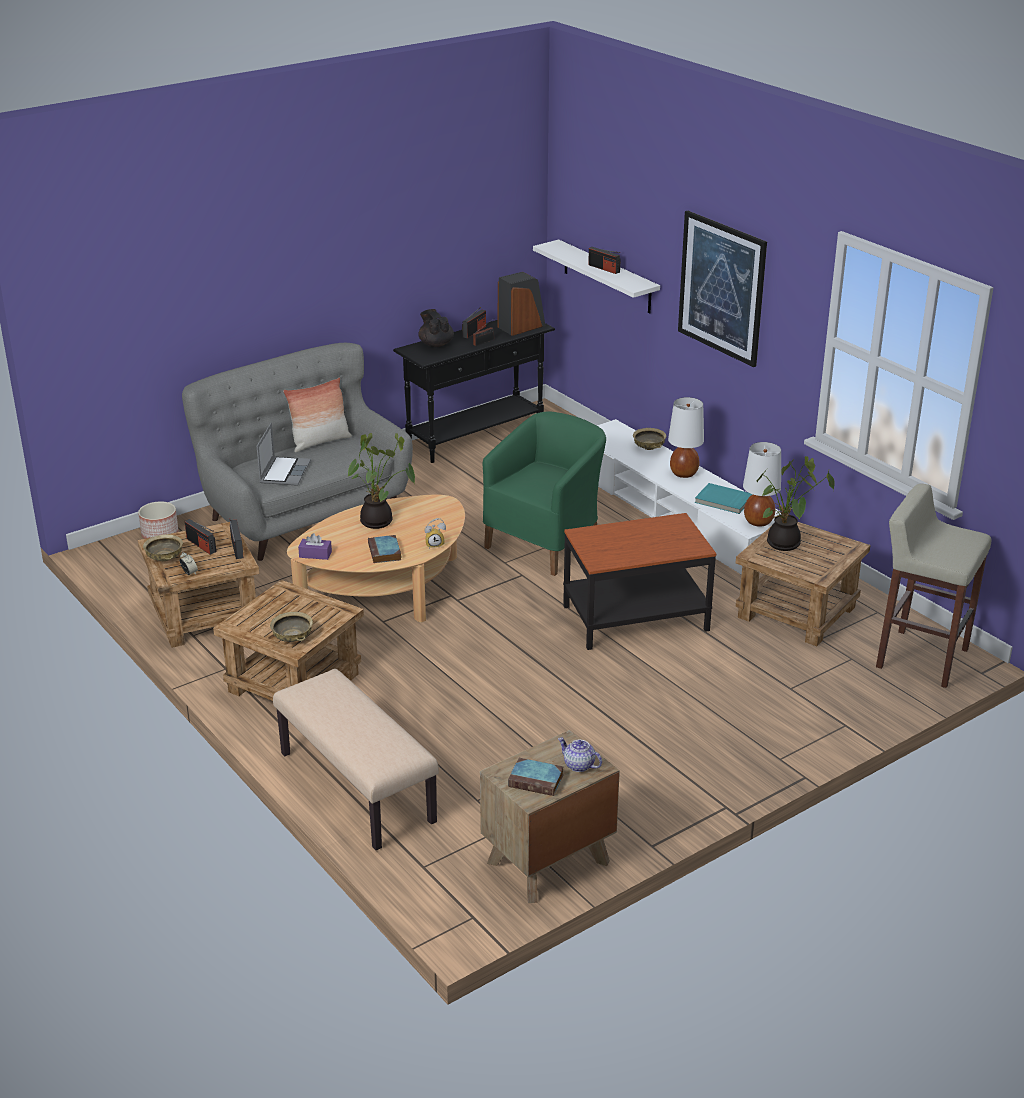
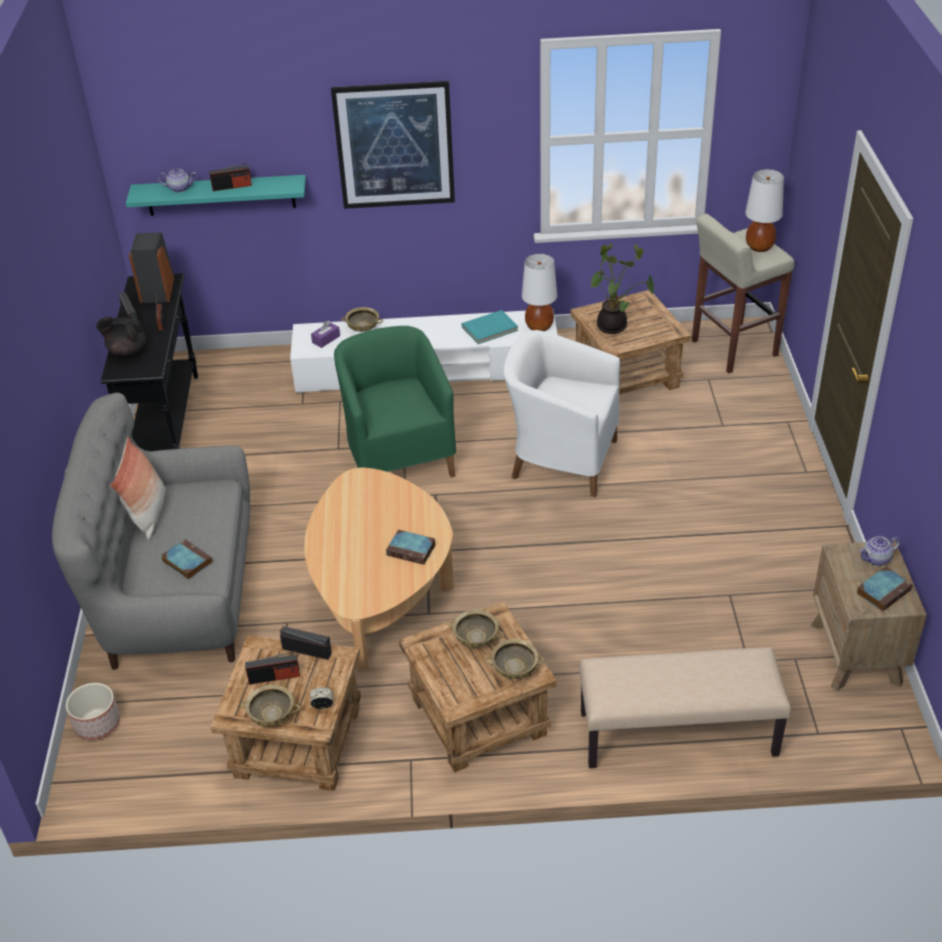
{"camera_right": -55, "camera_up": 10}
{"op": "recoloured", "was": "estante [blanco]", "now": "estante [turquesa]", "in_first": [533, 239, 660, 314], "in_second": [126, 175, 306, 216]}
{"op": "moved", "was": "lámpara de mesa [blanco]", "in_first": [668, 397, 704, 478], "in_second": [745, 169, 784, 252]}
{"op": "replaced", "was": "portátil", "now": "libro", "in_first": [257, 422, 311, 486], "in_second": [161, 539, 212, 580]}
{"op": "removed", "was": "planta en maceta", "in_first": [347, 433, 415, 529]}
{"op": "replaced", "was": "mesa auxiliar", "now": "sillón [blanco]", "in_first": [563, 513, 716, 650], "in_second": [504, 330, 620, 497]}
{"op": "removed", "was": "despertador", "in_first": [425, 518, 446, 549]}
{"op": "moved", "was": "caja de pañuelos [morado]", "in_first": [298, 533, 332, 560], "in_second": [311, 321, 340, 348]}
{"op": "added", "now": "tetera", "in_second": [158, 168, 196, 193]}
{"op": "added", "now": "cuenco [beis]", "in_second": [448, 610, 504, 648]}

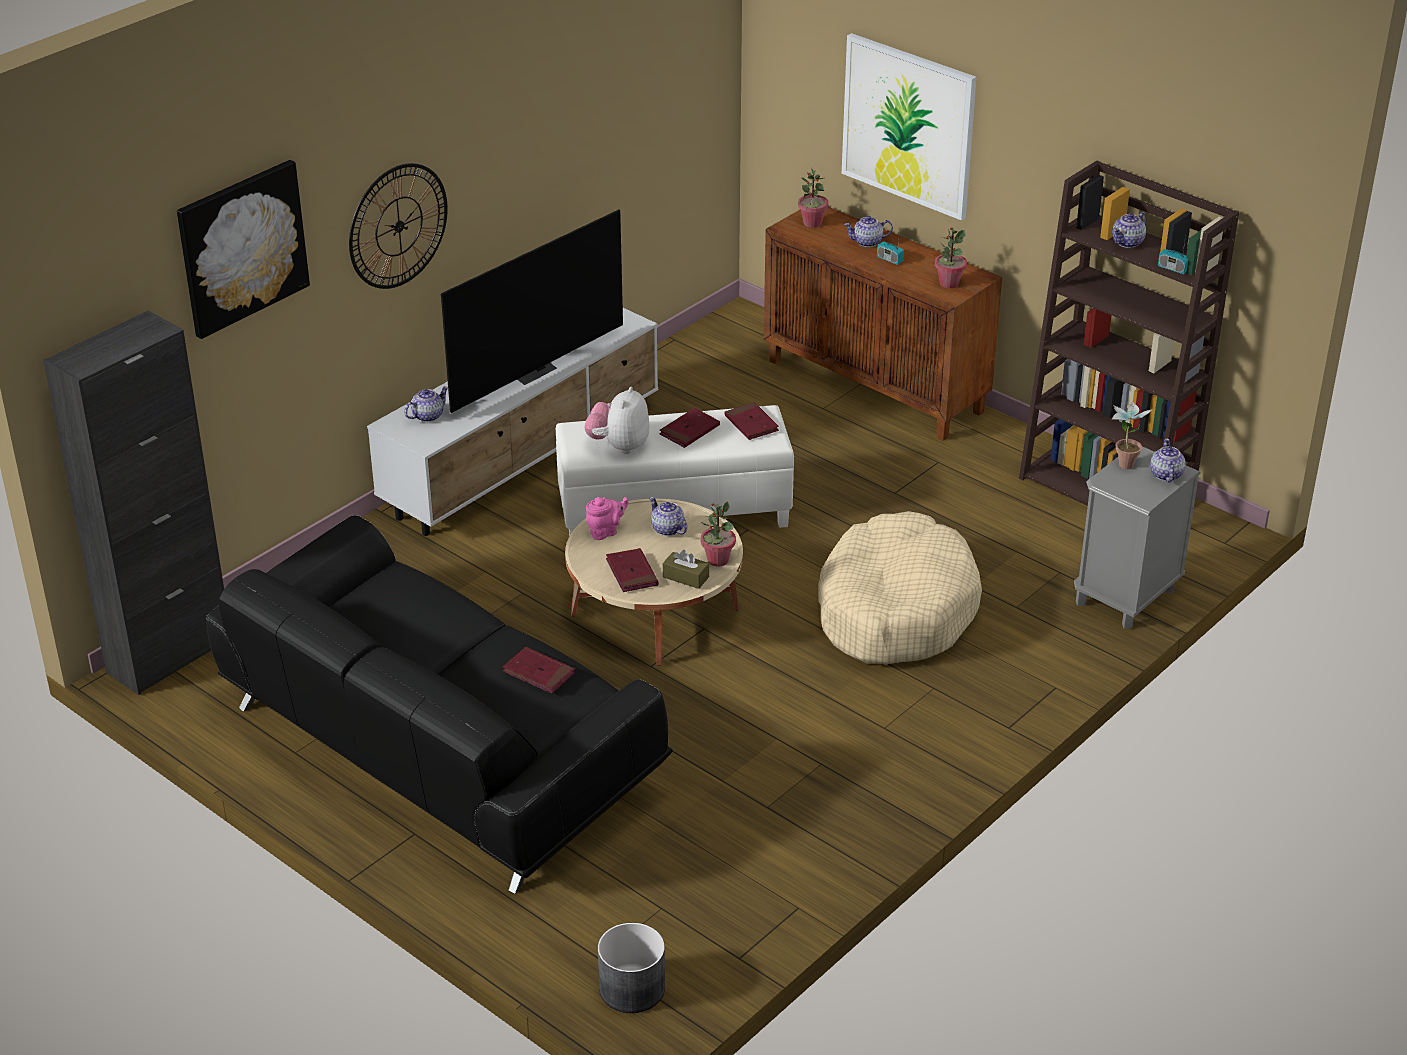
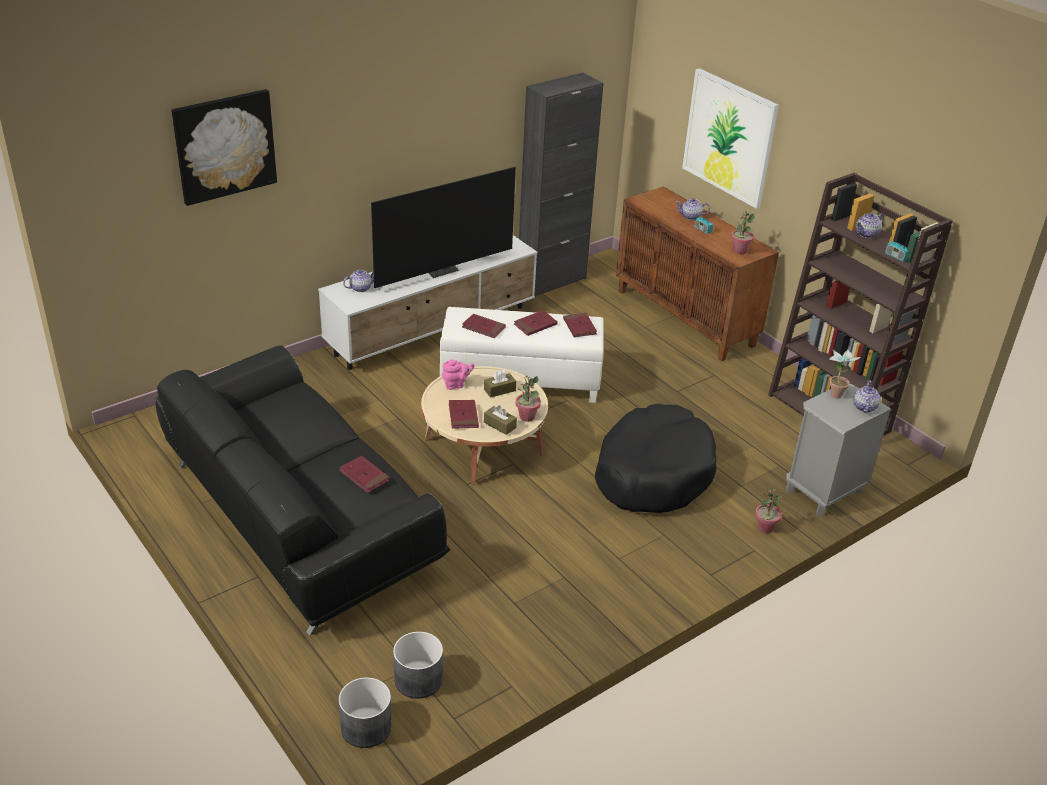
{"camera_right": 10, "camera_up": 0}
{"op": "removed", "was": "reloj de pared", "in_first": [349, 163, 448, 289]}
{"op": "moved", "was": "planta en maceta", "in_first": [798, 168, 829, 228], "in_second": [755, 487, 782, 533]}
{"op": "moved", "was": "armario [negro]", "in_first": [43, 311, 224, 695], "in_second": [519, 73, 603, 297]}
{"op": "replaced", "was": "peluche", "now": "libro [rojo]", "in_first": [584, 387, 650, 454], "in_second": [462, 314, 506, 338]}
{"op": "replaced", "was": "tetera", "now": "caja de pañuelos [marrón]", "in_first": [649, 497, 687, 536], "in_second": [484, 370, 516, 398]}
{"op": "recoloured", "was": "cama para perro [beis]", "now": "cama para perro [negro]", "in_first": [818, 511, 982, 664], "in_second": [595, 404, 717, 513]}
{"op": "added", "now": "maceta [gris]", "in_second": [393, 631, 443, 699]}

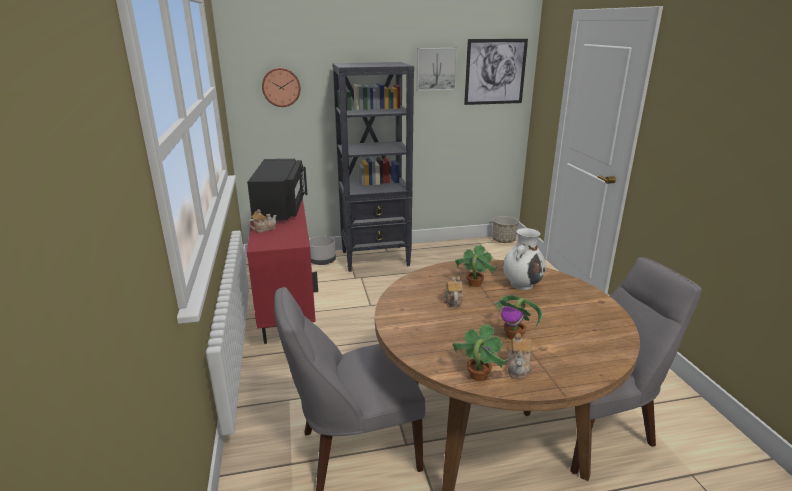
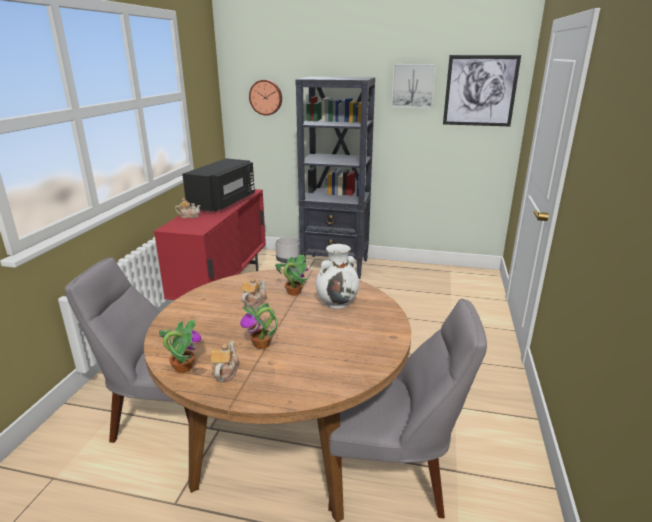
{"camera_right": 25, "camera_up": 0}
{"op": "removed", "was": "maceta", "in_first": [492, 216, 519, 243]}
{"op": "turned", "was": "tetera", "in_first": [508, 333, 532, 379], "in_second": [211, 341, 239, 382], "clockwise": 150}

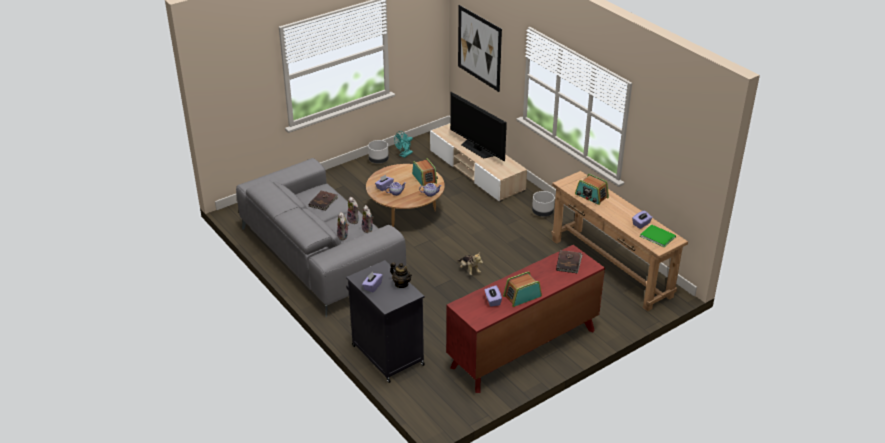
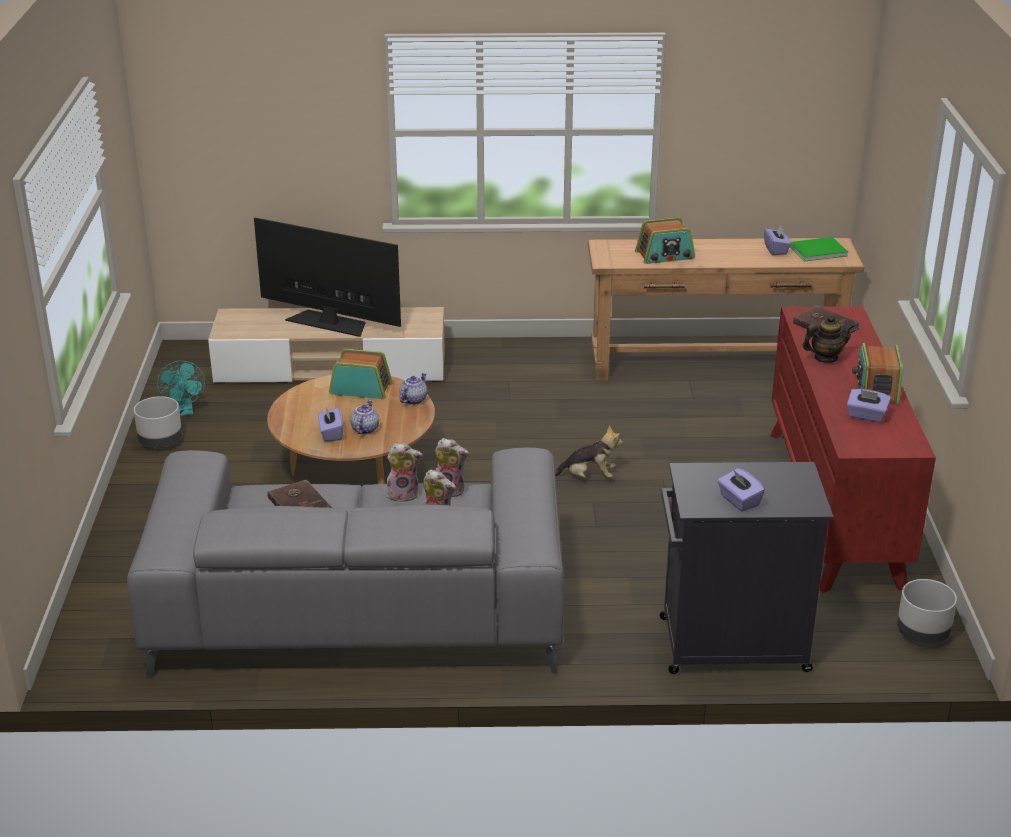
{"camera_right": -55, "camera_up": -5}
{"op": "removed", "was": "cuadro", "in_first": [458, 5, 502, 92]}
{"op": "turned", "was": "televisor", "in_first": [450, 92, 507, 161], "in_second": [254, 218, 401, 337], "clockwise": -150}
{"op": "moved", "was": "maceta [gris]", "in_first": [532, 191, 555, 217], "in_second": [897, 579, 957, 644]}
{"op": "moved", "was": "tetera", "in_first": [390, 262, 412, 288], "in_second": [802, 315, 854, 363]}

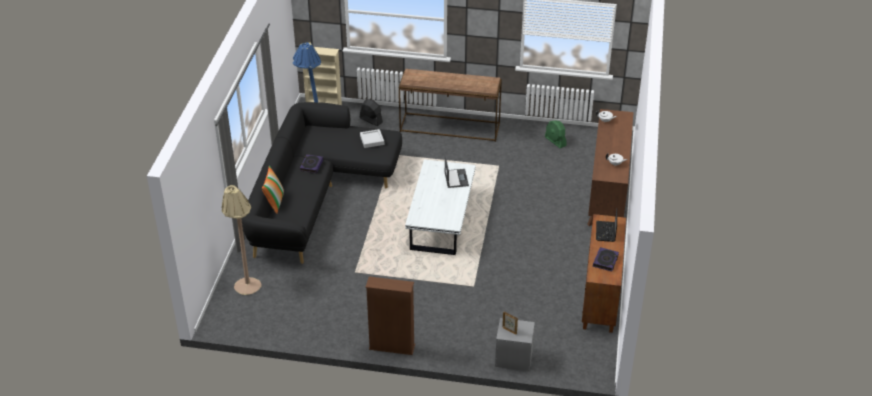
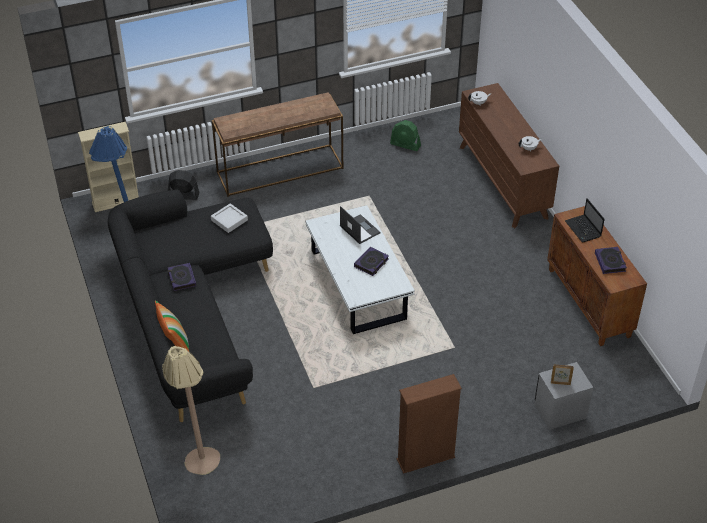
{"camera_right": -30, "camera_up": 5}
{"op": "added", "now": "libro", "in_second": [354, 247, 389, 276]}

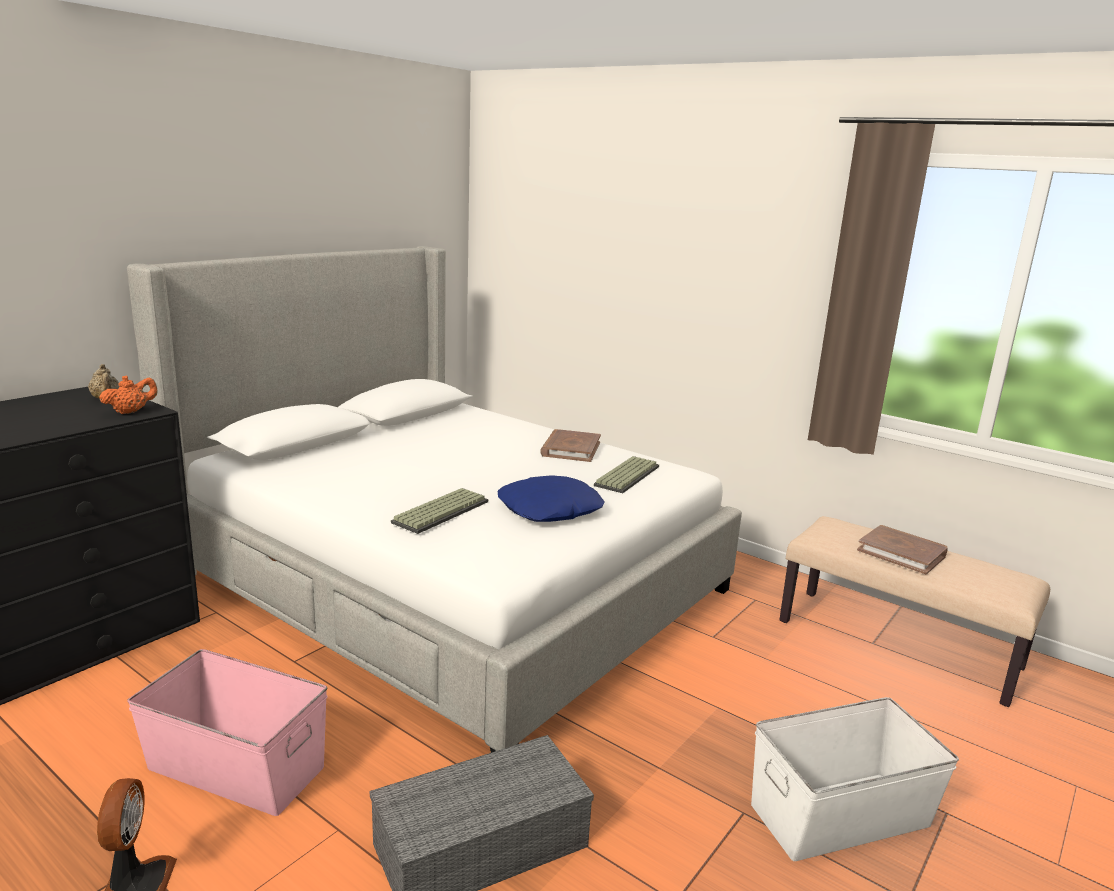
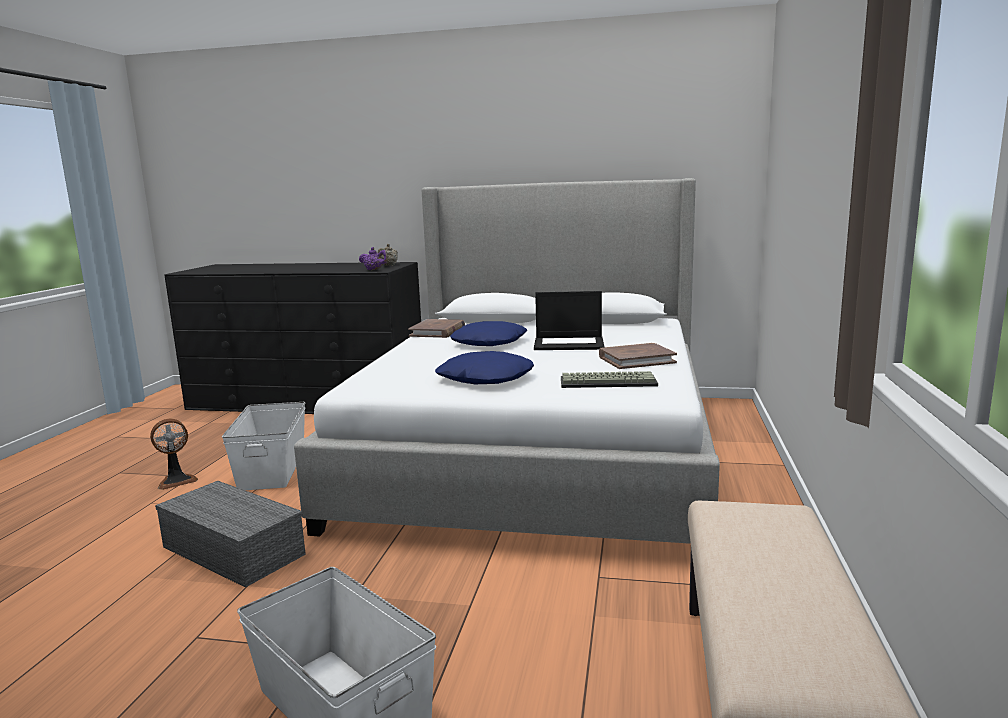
{"camera_right": 65, "camera_up": -5}
{"op": "recoloured", "was": "tetera [naranja]", "now": "tetera [morado]", "in_first": [99, 375, 158, 414], "in_second": [359, 247, 388, 270]}
{"op": "removed", "was": "teclado", "in_first": [391, 488, 488, 534]}
{"op": "moved", "was": "libro [marrón]", "in_first": [857, 525, 948, 574], "in_second": [408, 319, 465, 338]}
{"op": "recoloured", "was": "caja de almacenaje [rosa]", "now": "caja de almacenaje [blanco]", "in_first": [127, 649, 328, 816], "in_second": [222, 402, 305, 490]}
{"op": "added", "now": "portátil", "in_second": [534, 291, 605, 350]}
{"op": "added", "now": "cojín [azul]", "in_second": [450, 321, 528, 346]}

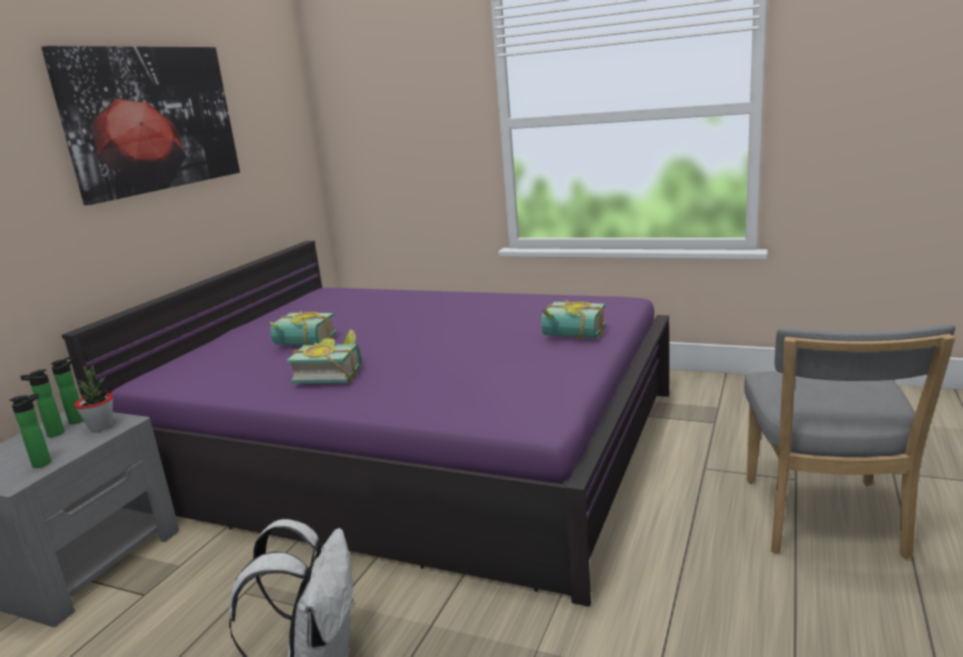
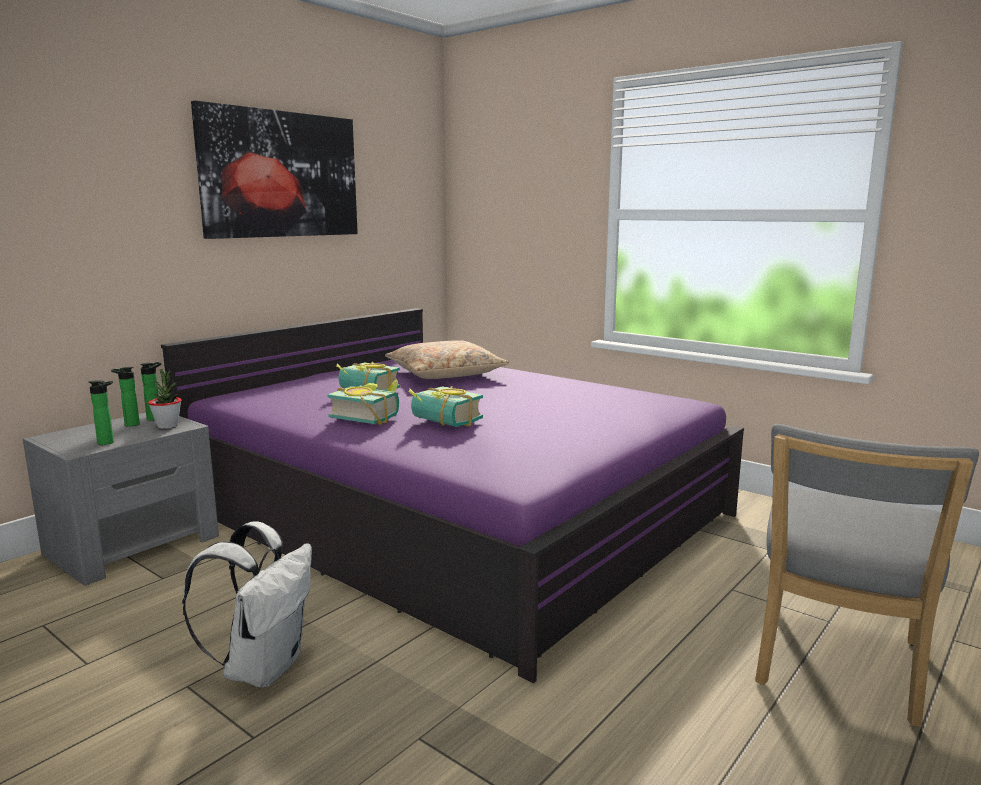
{"camera_right": 15, "camera_up": -5}
{"op": "moved", "was": "libro", "in_first": [541, 300, 606, 339], "in_second": [409, 386, 483, 427]}
{"op": "added", "now": "cojín [beis]", "in_second": [385, 340, 509, 379]}

